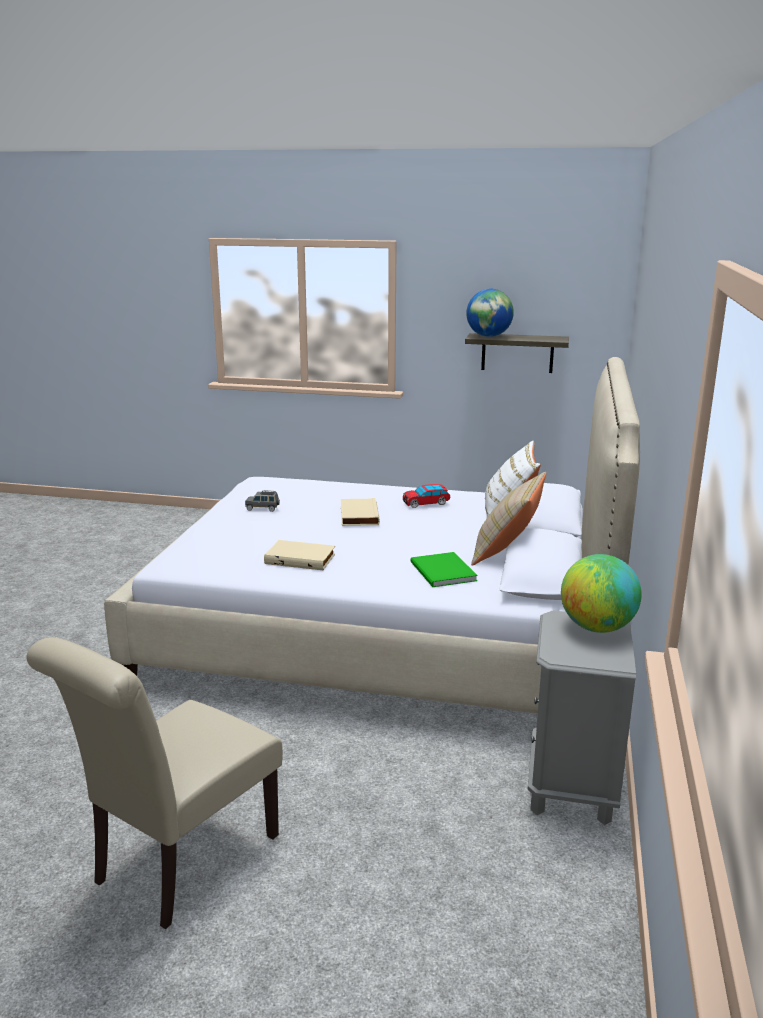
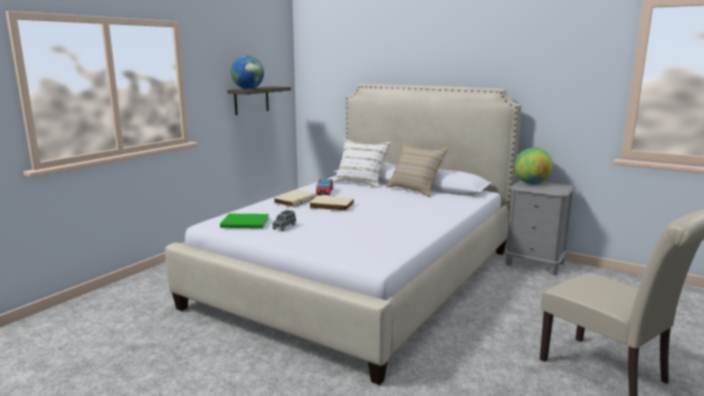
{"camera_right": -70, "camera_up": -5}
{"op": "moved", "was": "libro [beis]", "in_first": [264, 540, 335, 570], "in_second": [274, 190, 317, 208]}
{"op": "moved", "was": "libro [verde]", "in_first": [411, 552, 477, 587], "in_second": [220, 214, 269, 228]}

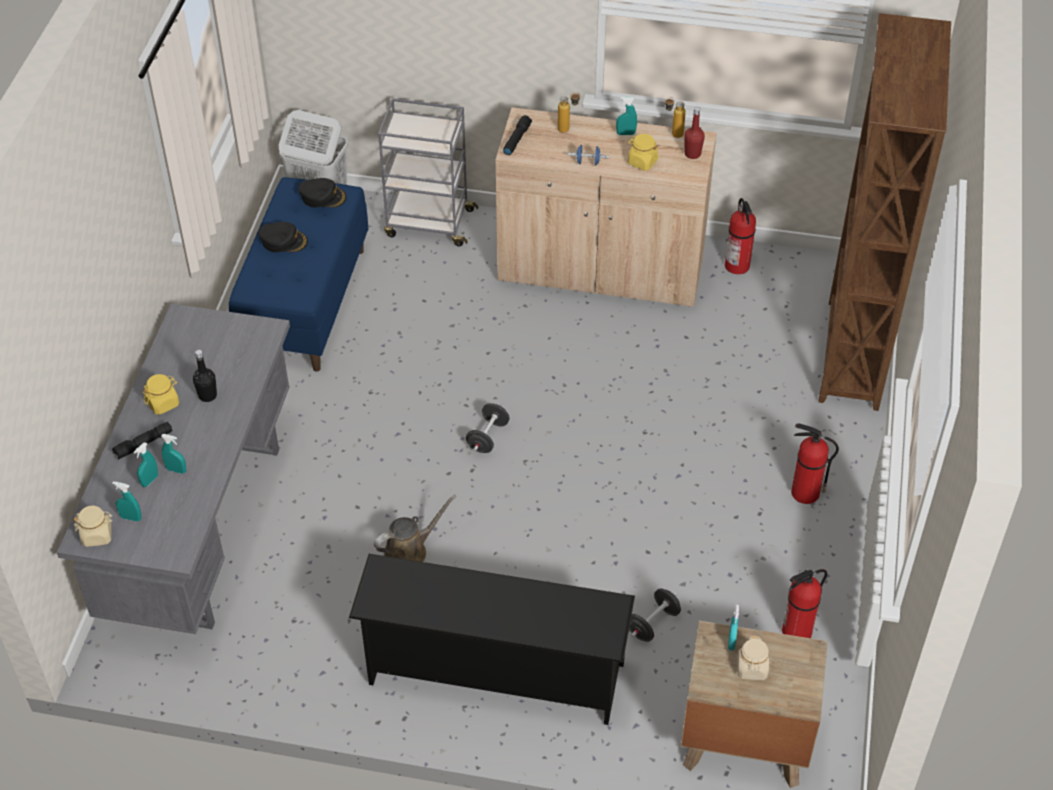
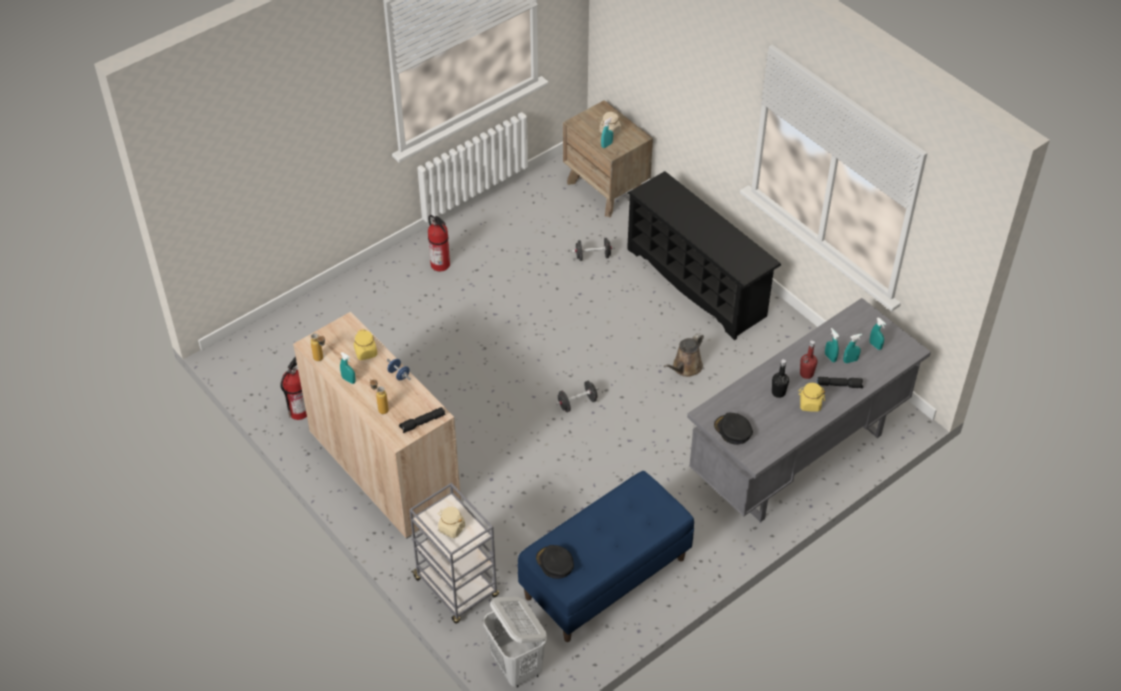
{"camera_right": -140, "camera_up": 0}
{"op": "removed", "was": "estantería [marrón]", "in_first": [818, 13, 951, 411]}
{"op": "moved", "was": "botella [rojo]", "in_first": [684, 107, 705, 159], "in_second": [800, 340, 817, 379]}
{"op": "moved", "was": "gorra [negro]", "in_first": [258, 222, 308, 253], "in_second": [714, 413, 753, 444]}
{"op": "turned", "was": "regadera [marrón]", "in_first": [374, 495, 456, 562], "in_second": [664, 333, 704, 377], "clockwise": -60}
{"op": "moved", "was": "tarro [beis]", "in_first": [73, 506, 112, 547], "in_second": [438, 507, 465, 538]}
{"op": "removed", "was": "extintor", "in_first": [782, 569, 827, 638]}

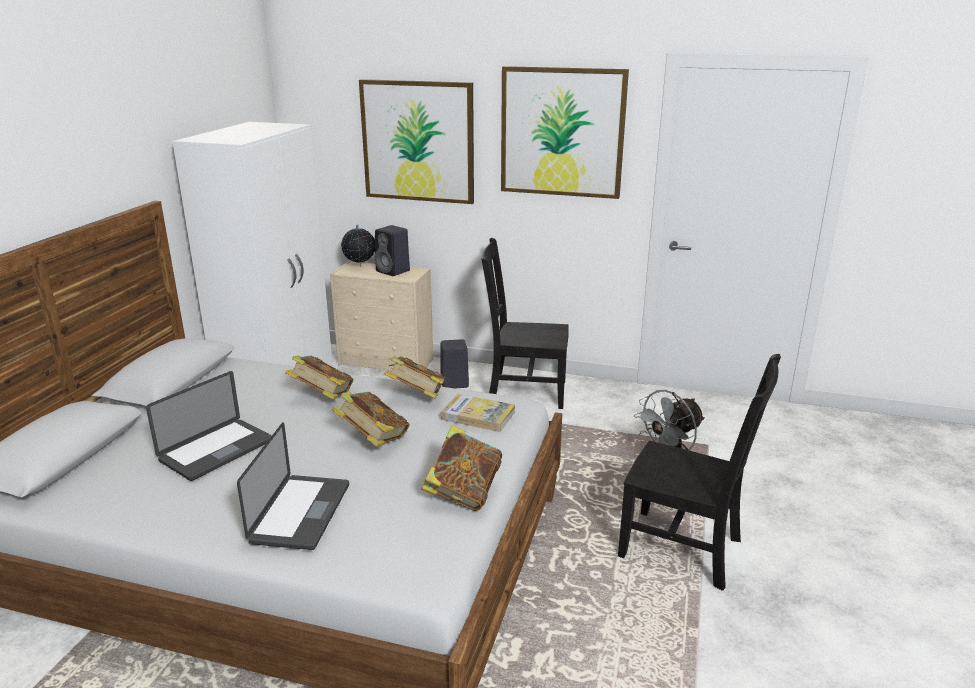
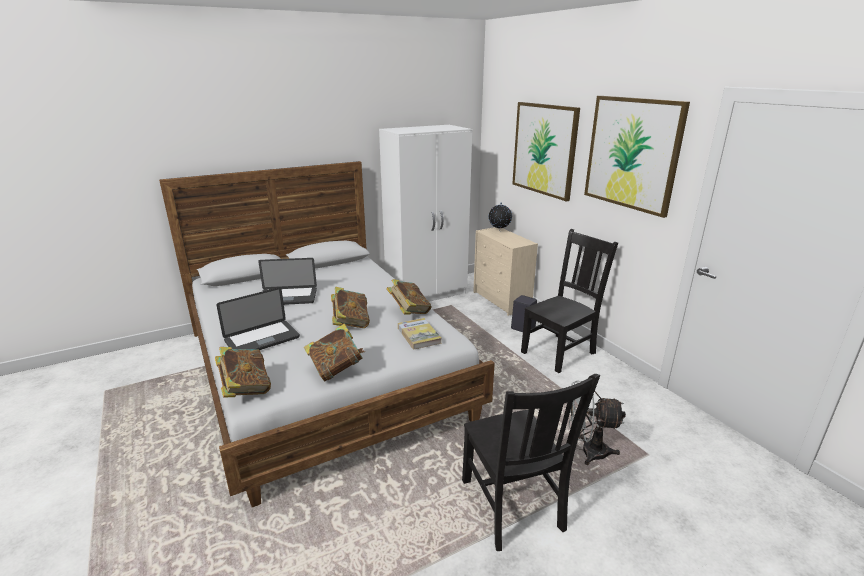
{"camera_right": 45, "camera_up": 0}
{"op": "removed", "was": "altavoz [negro]", "in_first": [375, 225, 410, 276]}
{"op": "turned", "was": "silla [negro]", "in_first": [481, 238, 569, 409], "in_second": [521, 229, 618, 373], "clockwise": 90}
{"op": "moved", "was": "libro", "in_first": [285, 356, 354, 399], "in_second": [215, 347, 271, 398]}

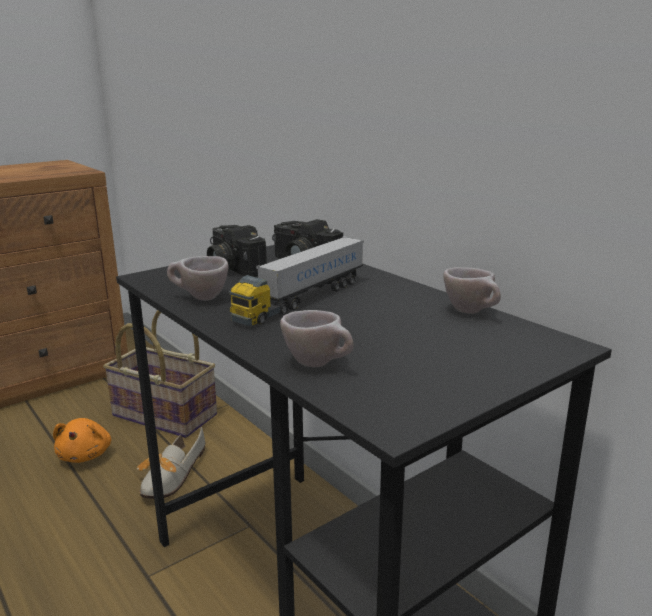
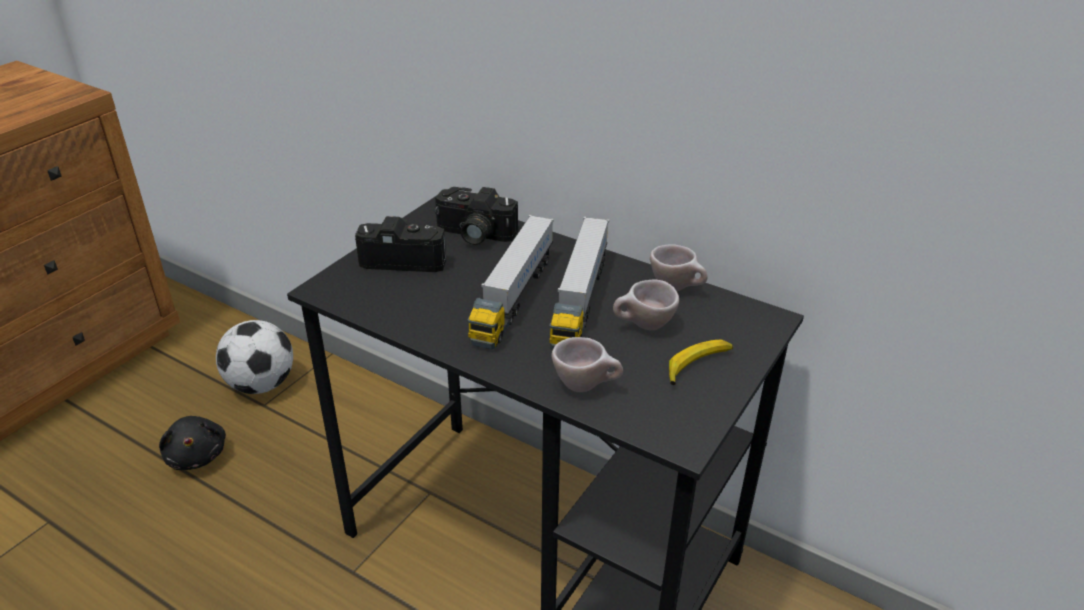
{"camera_right": -20, "camera_up": 15}
{"op": "turned", "was": "cámara", "in_first": [207, 225, 267, 277], "in_second": [355, 216, 446, 272], "clockwise": 150}
{"op": "moved", "was": "taza [beis]", "in_first": [167, 256, 229, 301], "in_second": [613, 279, 679, 330]}
{"op": "replaced", "was": "cesta", "now": "balón de fútbol", "in_first": [103, 310, 217, 438], "in_second": [216, 320, 293, 394]}
{"op": "recoloured", "was": "peluche [naranja]", "now": "peluche [negro]", "in_first": [53, 418, 111, 463], "in_second": [159, 416, 226, 470]}
{"op": "removed", "was": "zapato", "in_first": [137, 427, 205, 499]}
{"op": "added", "now": "camión de juguete", "in_second": [549, 217, 609, 351]}
{"op": "added", "now": "plátano", "in_second": [669, 339, 733, 385]}

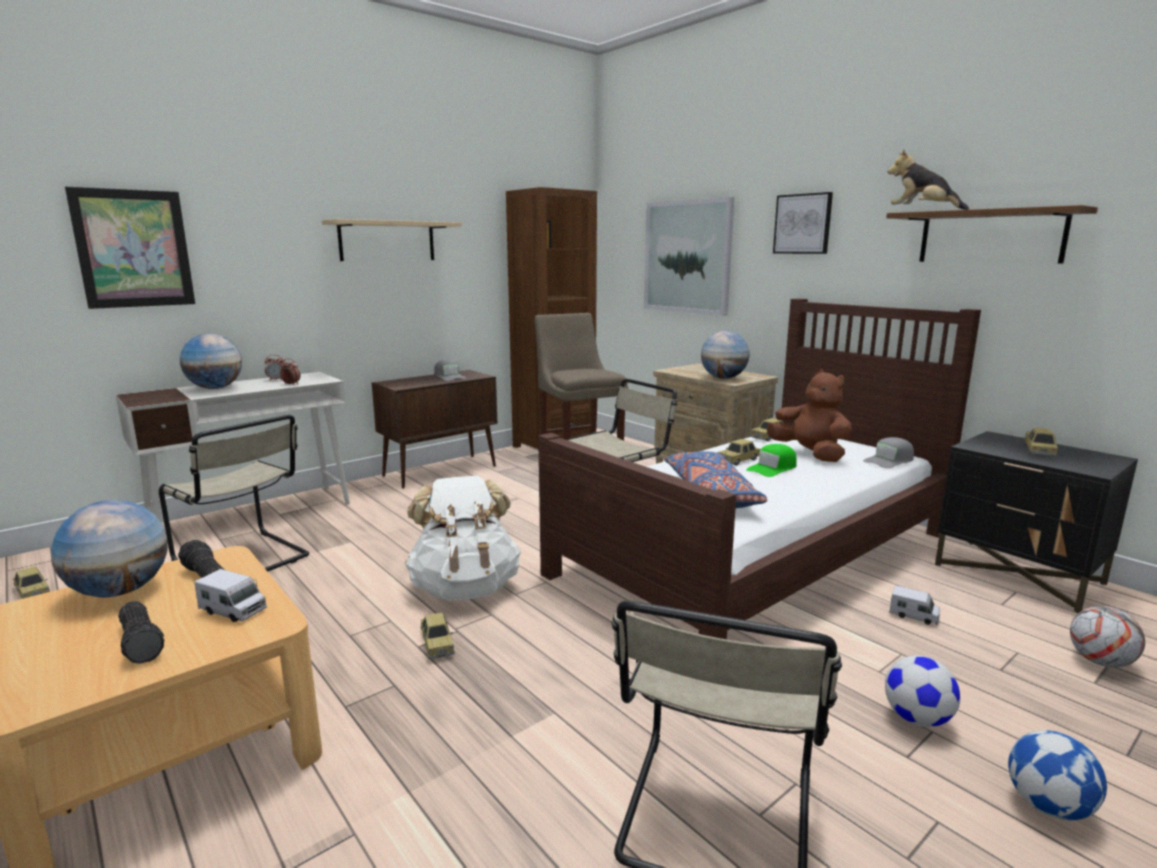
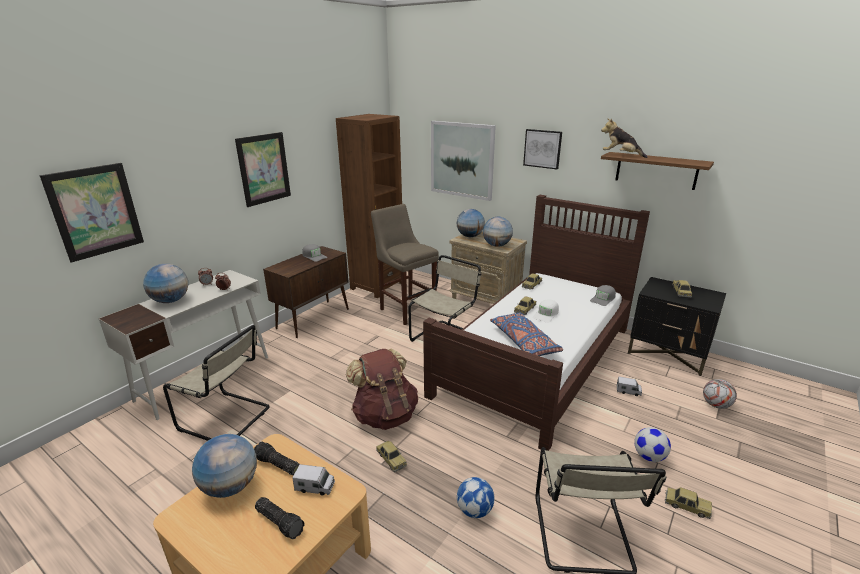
{"camera_right": -15, "camera_up": 10}
{"op": "replaced", "was": "estante [beis]", "now": "cuadro", "in_first": [322, 219, 462, 261], "in_second": [235, 132, 291, 207]}
{"op": "removed", "was": "peluche [marrón]", "in_first": [766, 369, 852, 462]}
{"op": "recoloured", "was": "gorra [verde]", "now": "gorra [blanco]", "in_first": [746, 444, 797, 477], "in_second": [533, 299, 559, 323]}
{"op": "recoloured", "was": "mochila [blanco]", "now": "mochila [marrón]", "in_first": [405, 476, 521, 601], "in_second": [346, 349, 418, 430]}
{"op": "moved", "was": "coche de juguete", "in_first": [13, 567, 51, 599], "in_second": [665, 487, 712, 519]}
{"op": "moved", "was": "balón de fútbol", "in_first": [1008, 730, 1107, 820], "in_second": [457, 477, 494, 518]}
{"op": "added", "now": "globo terráqueo", "in_second": [456, 209, 485, 237]}

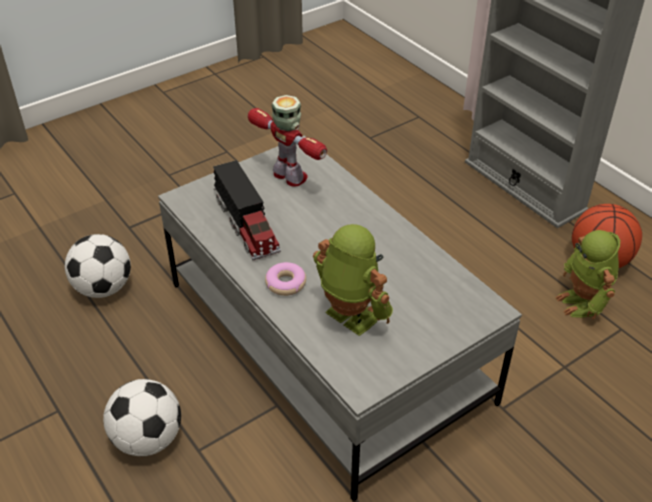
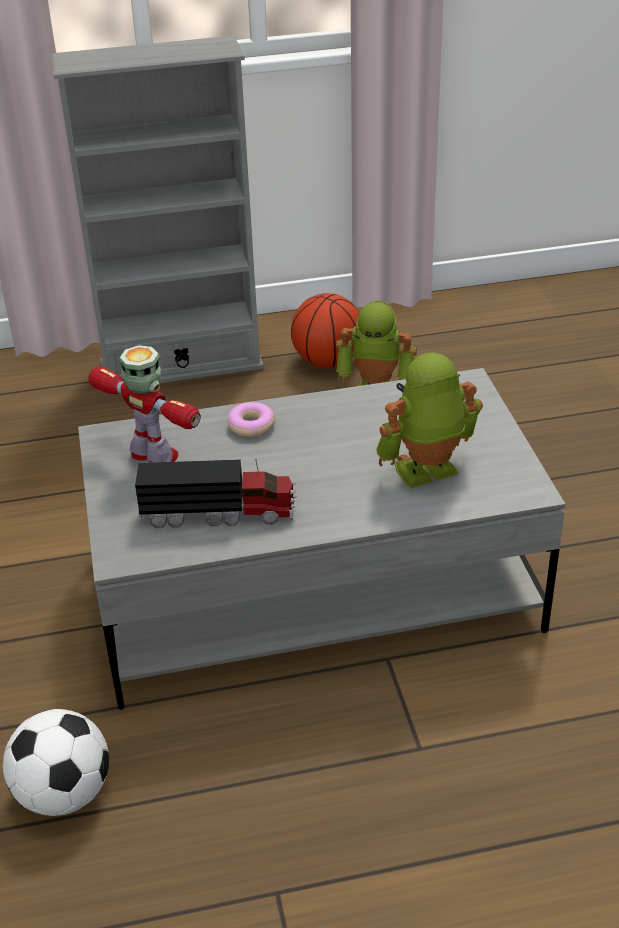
{"camera_right": -65, "camera_up": -5}
{"op": "turned", "was": "robot de juguete", "in_first": [248, 95, 327, 187], "in_second": [89, 345, 201, 463], "clockwise": 60}
{"op": "moved", "was": "rosquilla", "in_first": [265, 262, 306, 296], "in_second": [227, 402, 275, 437]}
{"op": "removed", "was": "balón de fútbol", "in_first": [103, 379, 181, 456]}

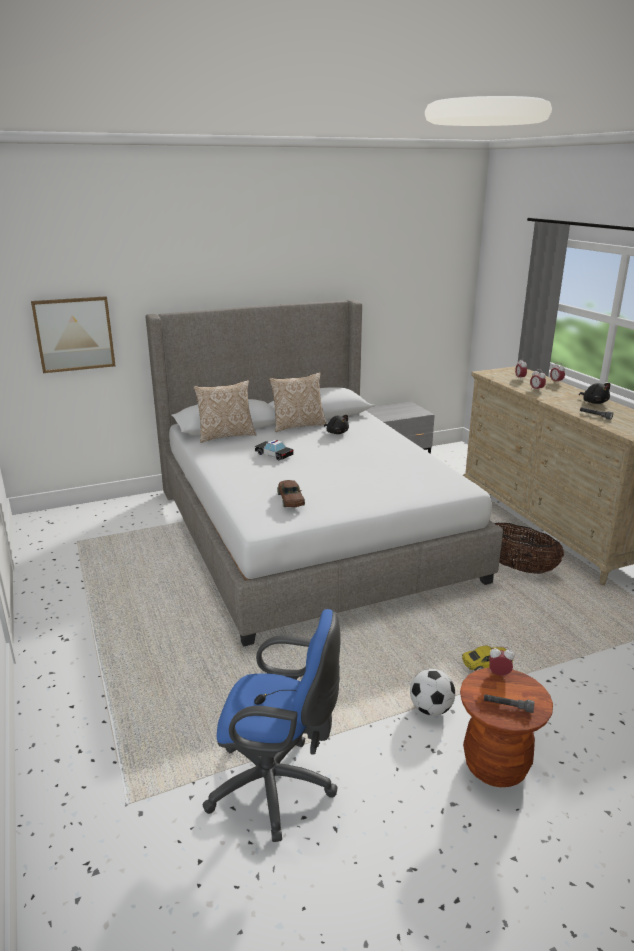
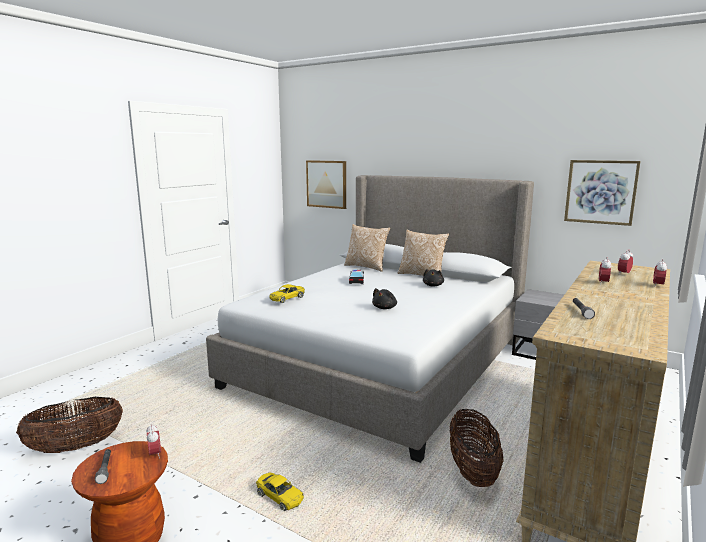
{"camera_right": 55, "camera_up": -10}
{"op": "moved", "was": "peluche [negro]", "in_first": [579, 383, 610, 404], "in_second": [372, 288, 397, 309]}
{"op": "recoloured", "was": "coche de juguete [marrón]", "now": "coche de juguete [amarillo]", "in_first": [277, 480, 305, 507], "in_second": [269, 284, 305, 303]}
{"op": "replaced", "was": "silla de oficina [azul]", "now": "cesta", "in_first": [203, 609, 341, 842], "in_second": [16, 397, 123, 453]}
{"op": "removed", "was": "balón de fútbol", "in_first": [410, 669, 455, 716]}
{"op": "added", "now": "cuadro", "in_second": [564, 160, 641, 226]}

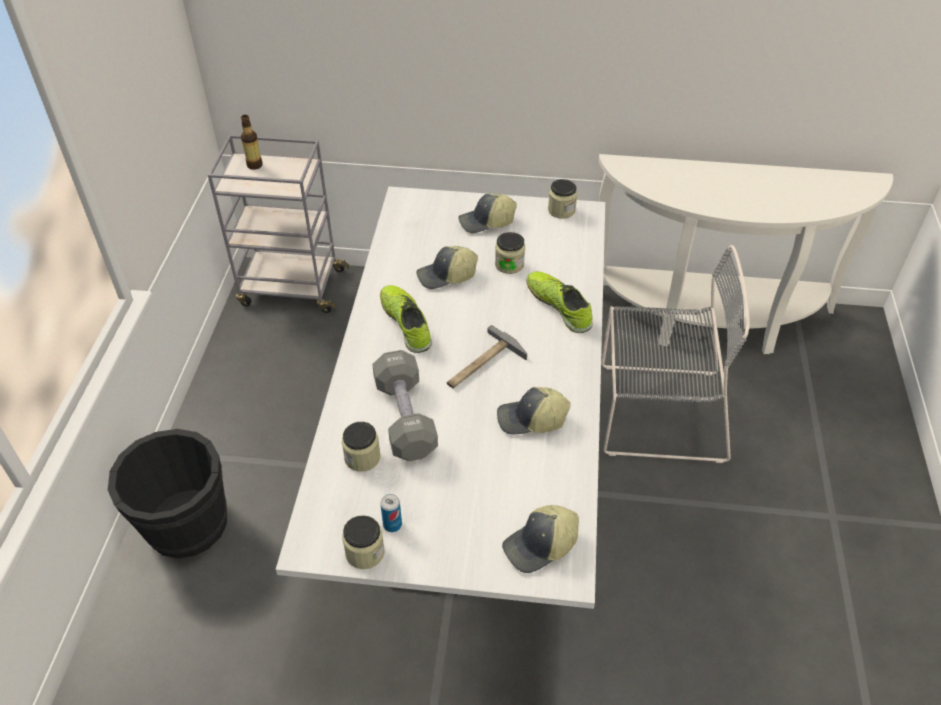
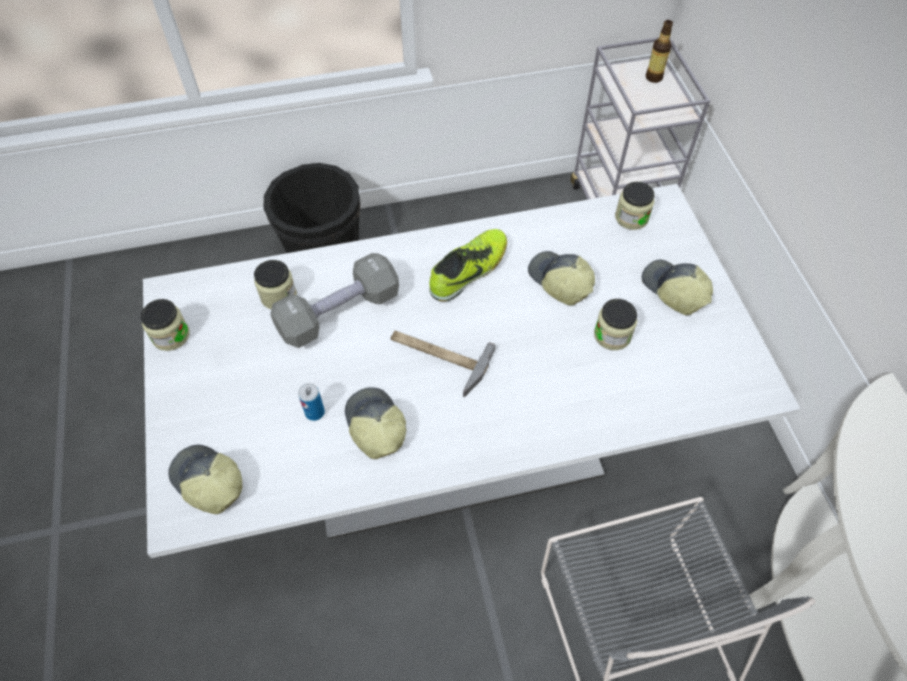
{"camera_right": 70, "camera_up": 10}
{"op": "moved", "was": "tarro", "in_first": [548, 179, 577, 219], "in_second": [615, 182, 655, 230]}
{"op": "removed", "was": "zapato", "in_first": [526, 272, 593, 333]}
{"op": "moved", "was": "lata", "in_first": [380, 494, 402, 532], "in_second": [298, 383, 325, 421]}

